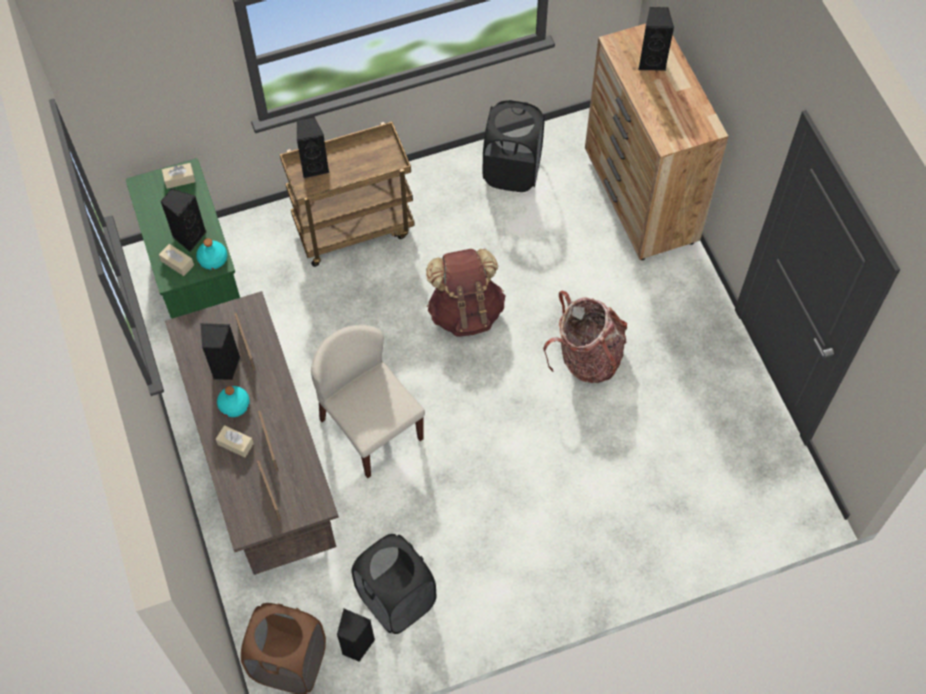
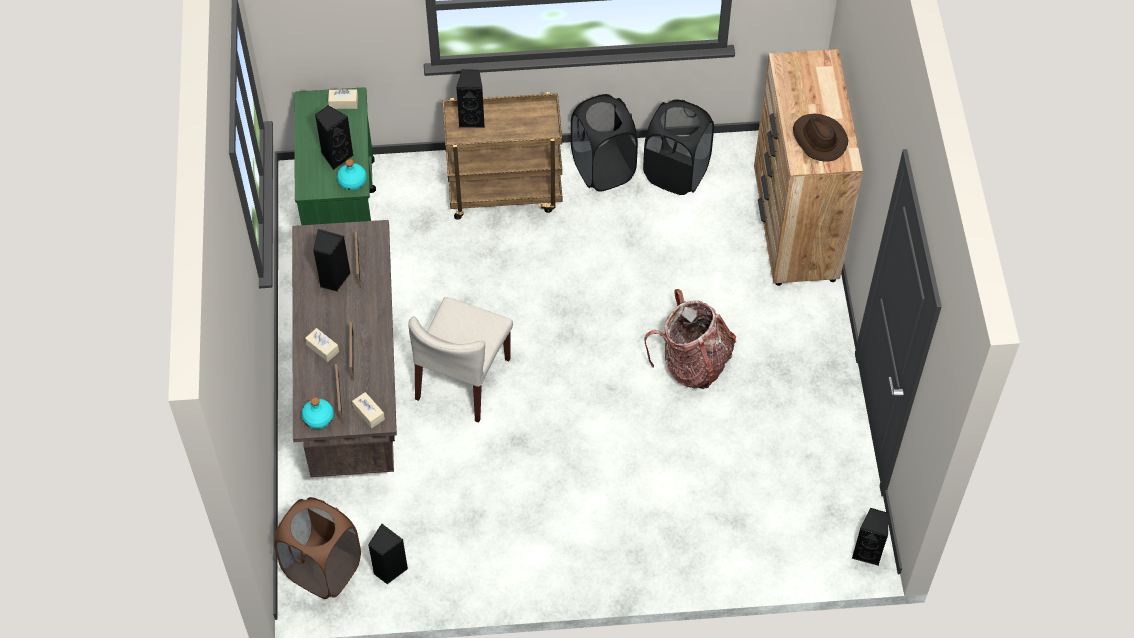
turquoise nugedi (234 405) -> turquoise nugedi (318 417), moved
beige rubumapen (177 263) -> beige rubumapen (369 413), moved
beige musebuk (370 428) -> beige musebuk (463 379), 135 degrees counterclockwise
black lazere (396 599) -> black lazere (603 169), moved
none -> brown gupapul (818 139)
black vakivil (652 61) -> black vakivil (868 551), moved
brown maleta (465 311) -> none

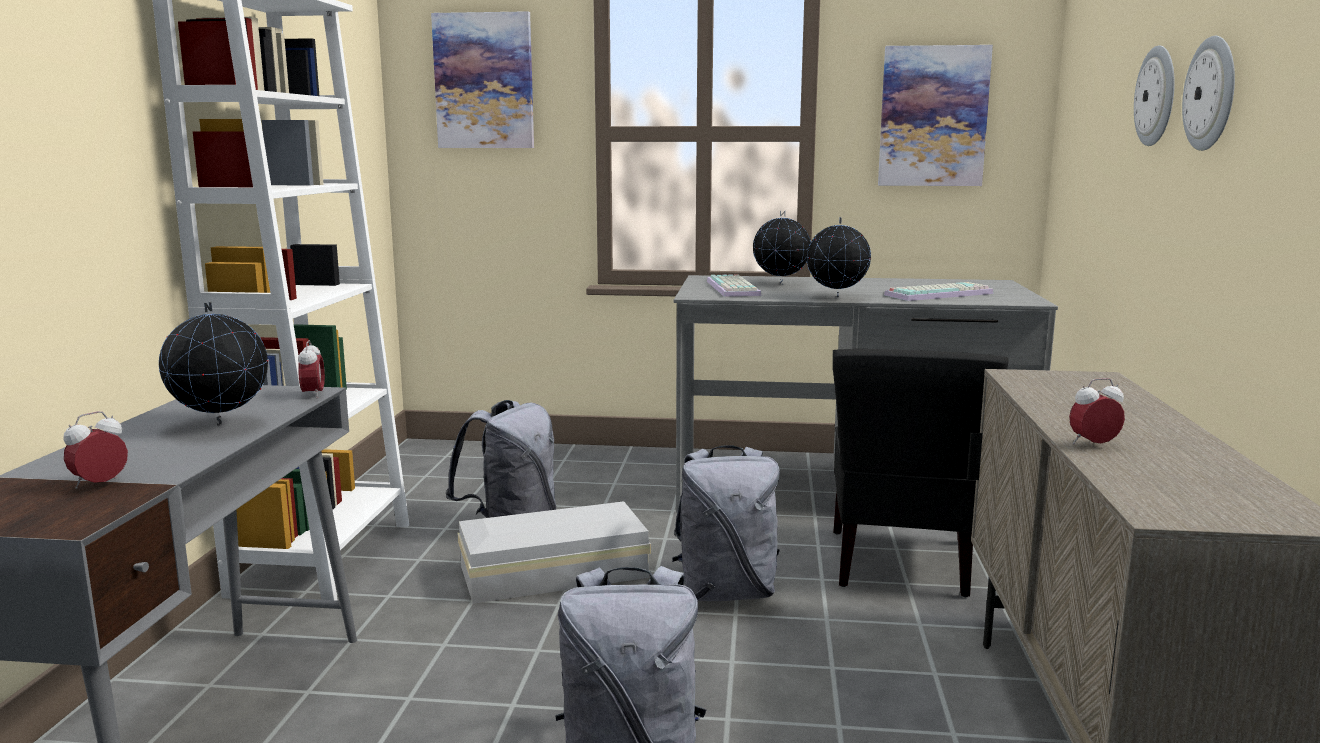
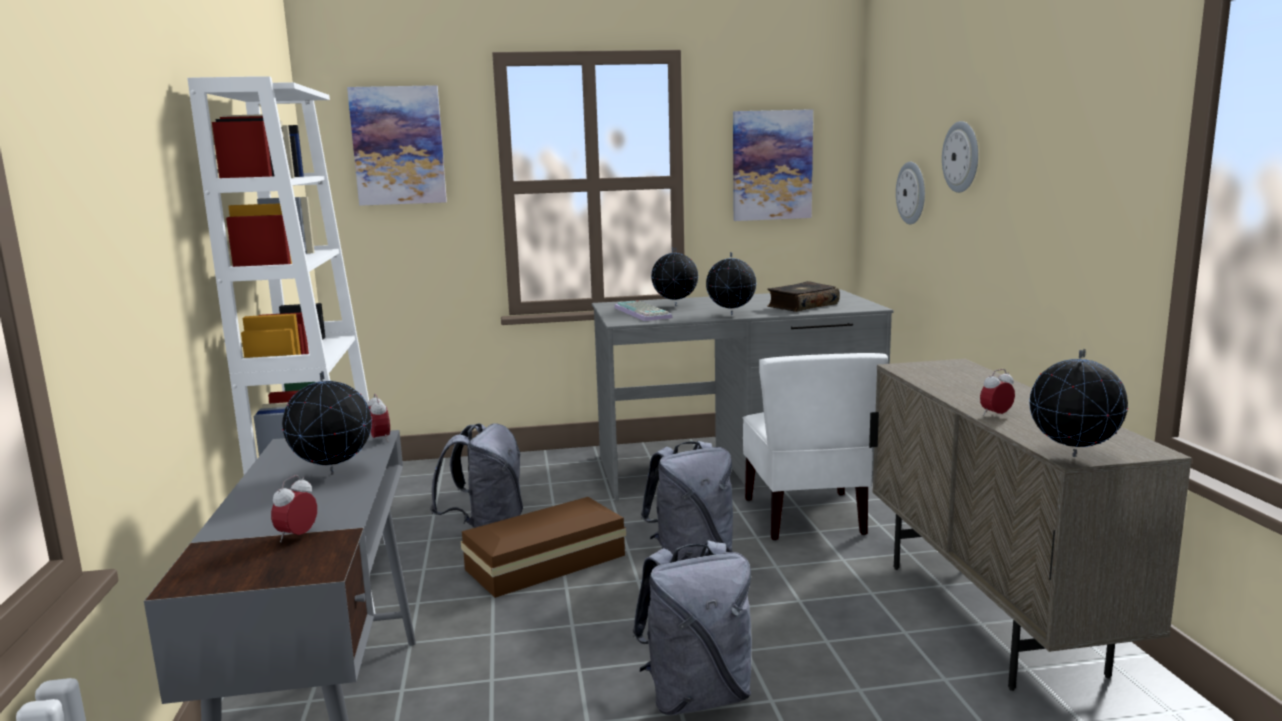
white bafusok (557 572) -> brown bafusok (548 562)
black musebuk (900 563) -> white musebuk (806 516)
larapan (938 294) -> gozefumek (801 306)
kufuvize (1211 94) -> kufuvize (912 193), moved
none -> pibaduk (1072 456)

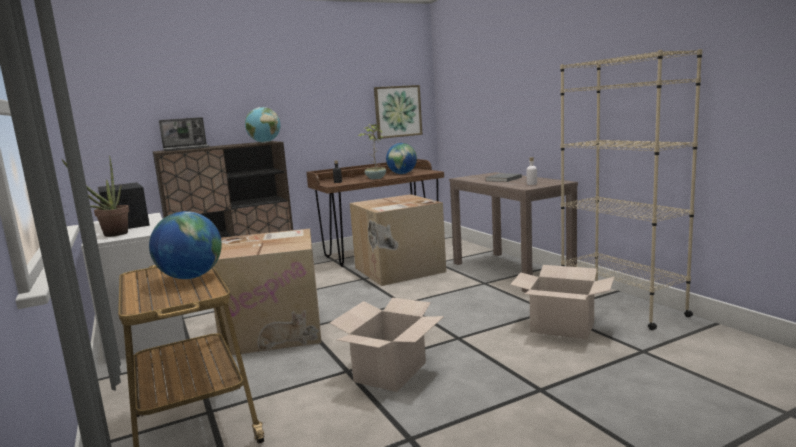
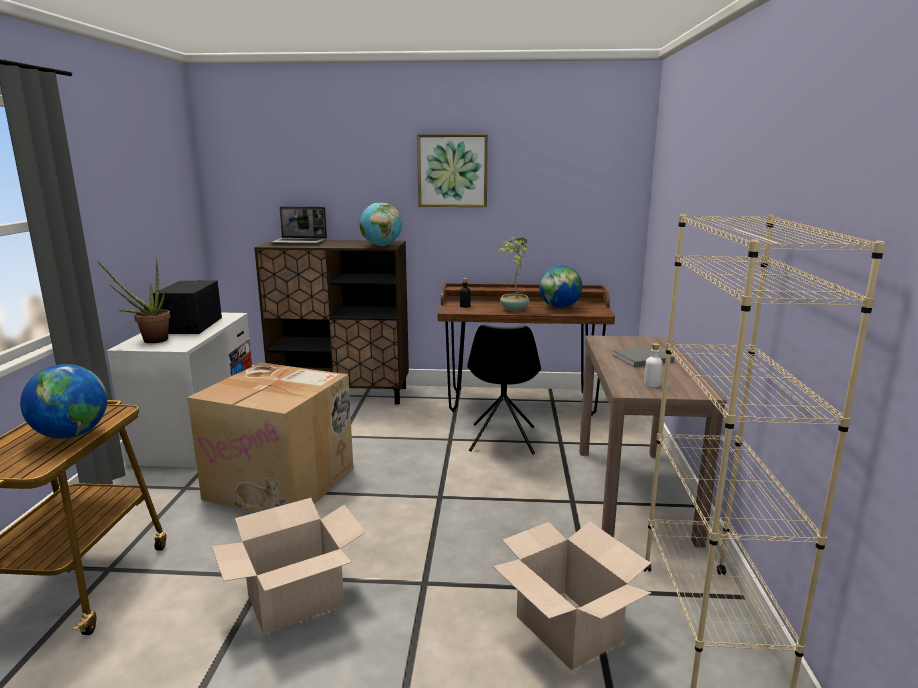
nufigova (397 111) -> nufigova (452 171), moved
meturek (398 270) -> black musebuk (502 440)

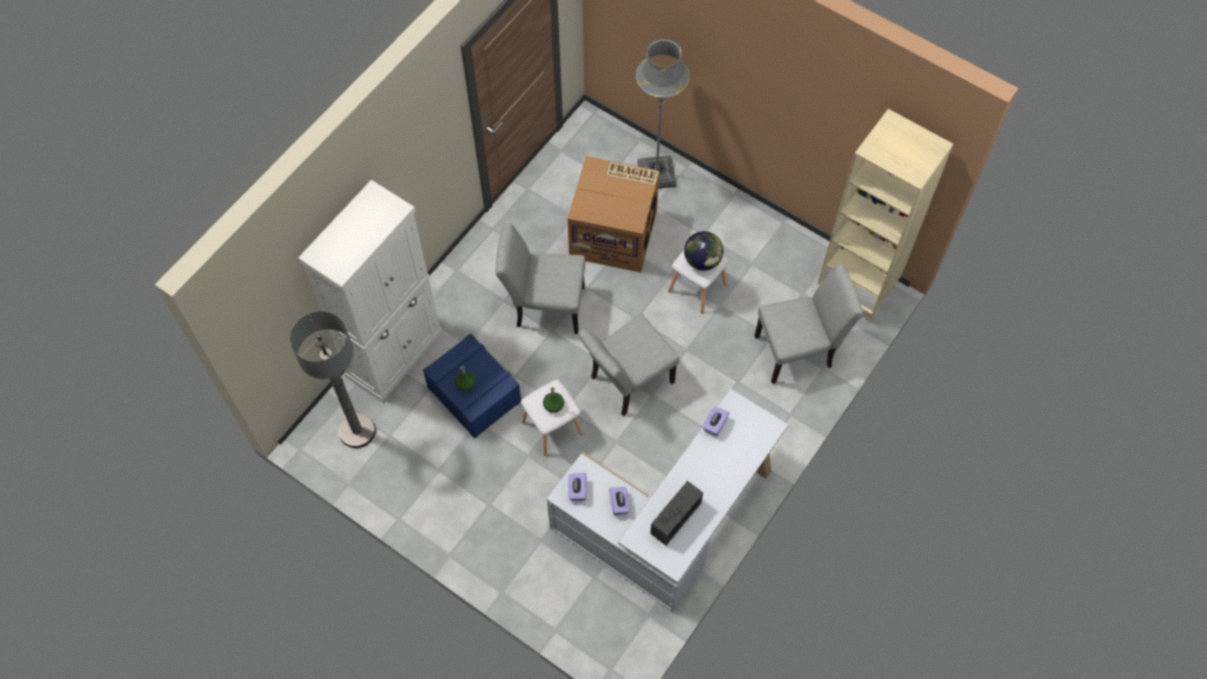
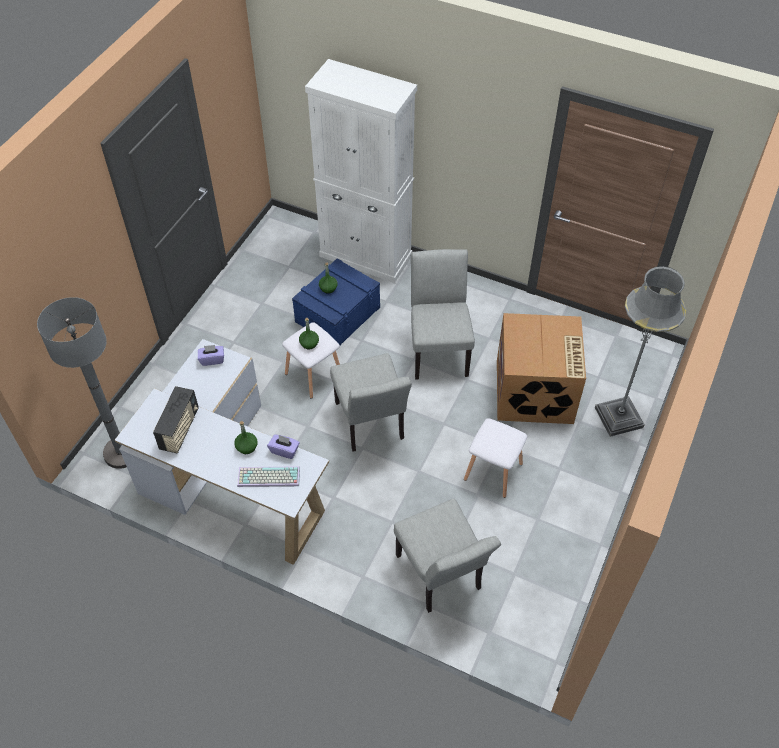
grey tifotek (357 431) -> grey tifotek (122 453), moved
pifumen (675 518) -> pifumen (180 429), 75 degrees clockwise
none -> green nugedi (247 447)
none -> larapan (268 478)
grey musebuk (626 383) -> grey musebuk (371 425), 150 degrees counterclockwise
purple rubumapen (619 504) -> none
pibaduk (702 261) -> none
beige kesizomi (857 289) -> none

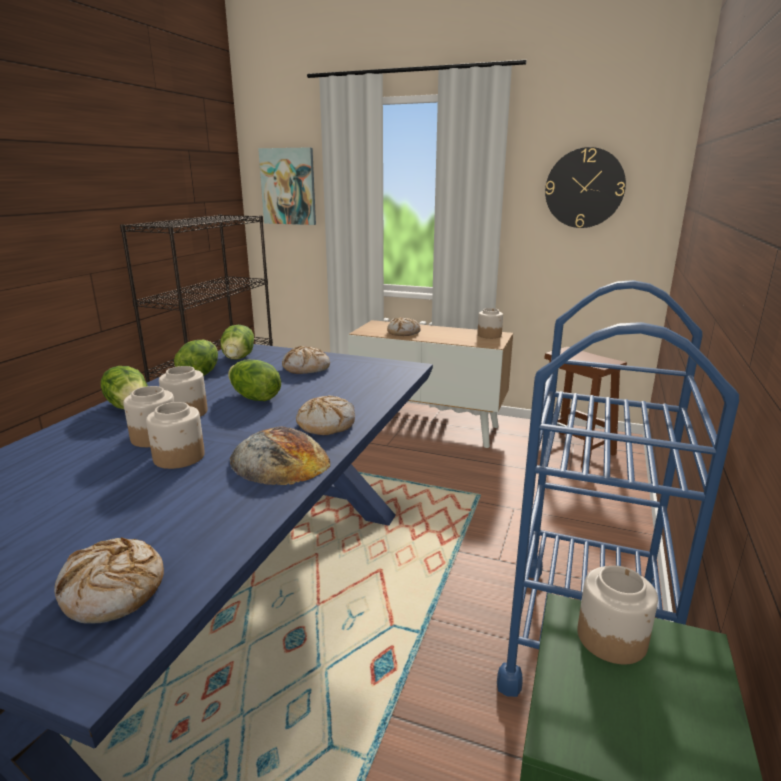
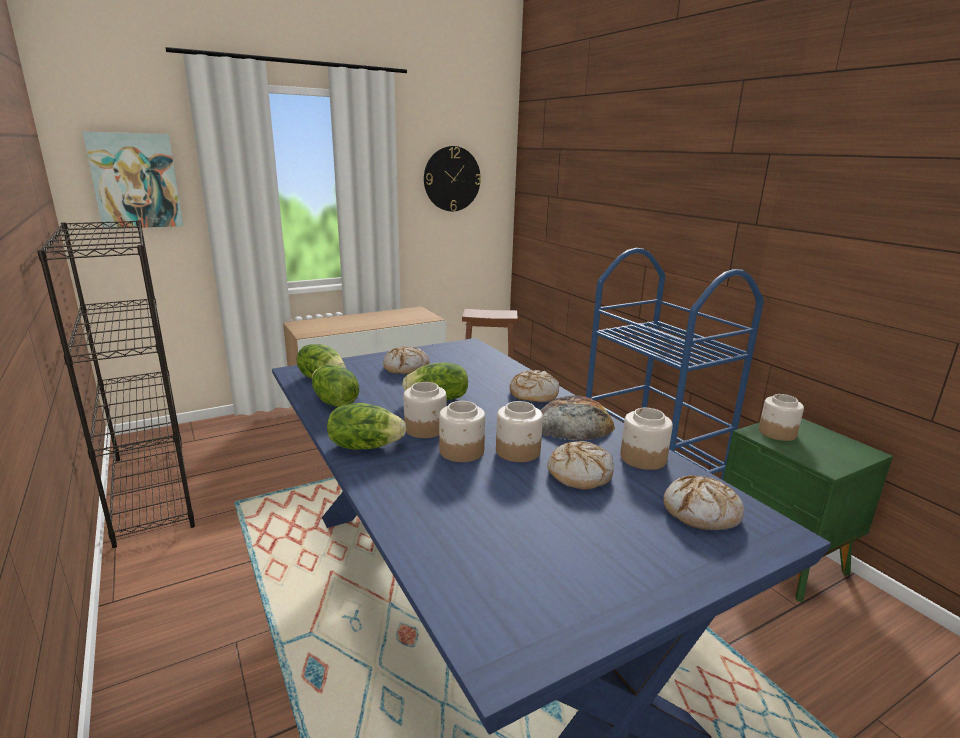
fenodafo (403 333) -> fenodafo (579 473), moved
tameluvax (489 335) -> tameluvax (642 458), moved

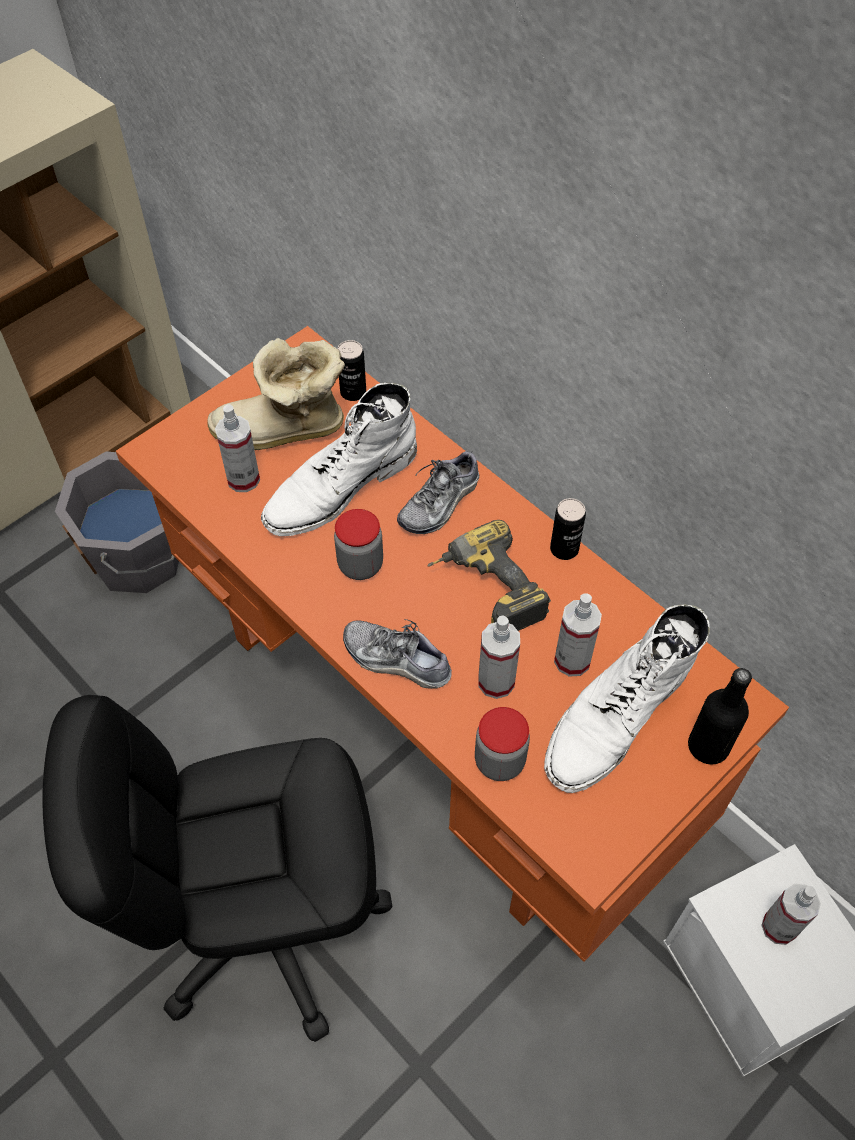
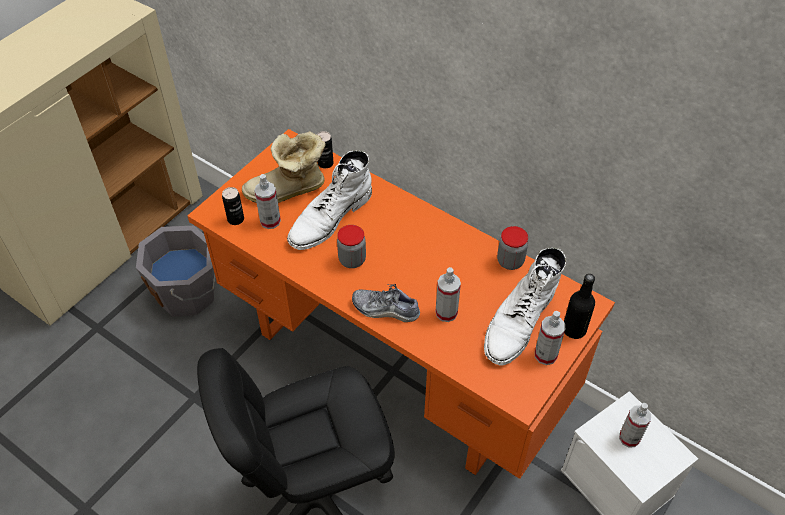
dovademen (564 549) -> dovademen (235 219), moved
tameluvax (499 761) -> tameluvax (510 261), moved
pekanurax (572 660) -> pekanurax (545 355), moved
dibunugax (440 503) -> none
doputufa (485 591) -> none

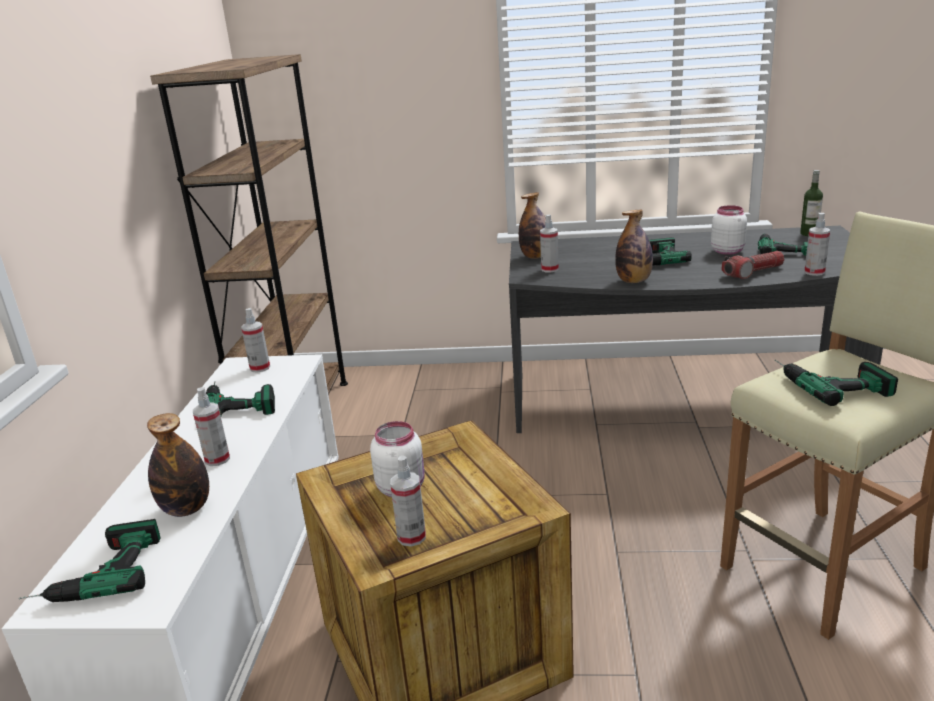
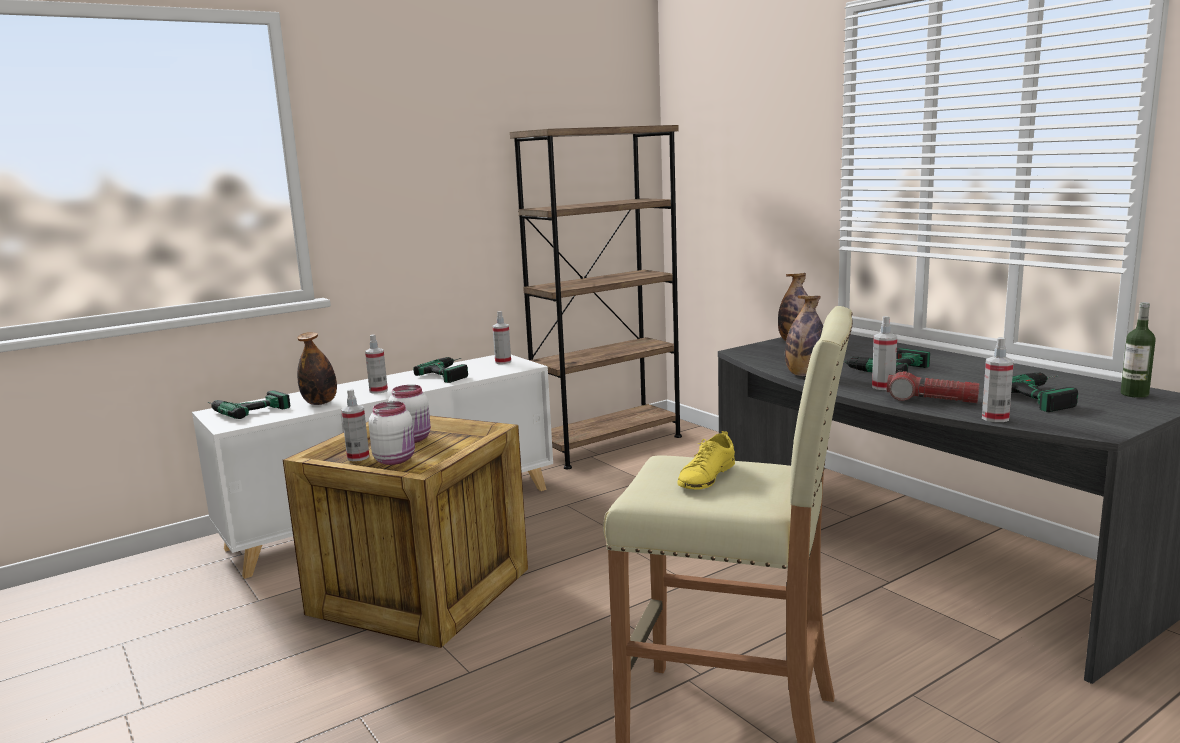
white tameluvax (727 251) -> white tameluvax (395 460), moved
doputufa (828 382) -> yellow dibunugax (706 476)
pekanurax (549 269) -> pekanurax (883 387), moved

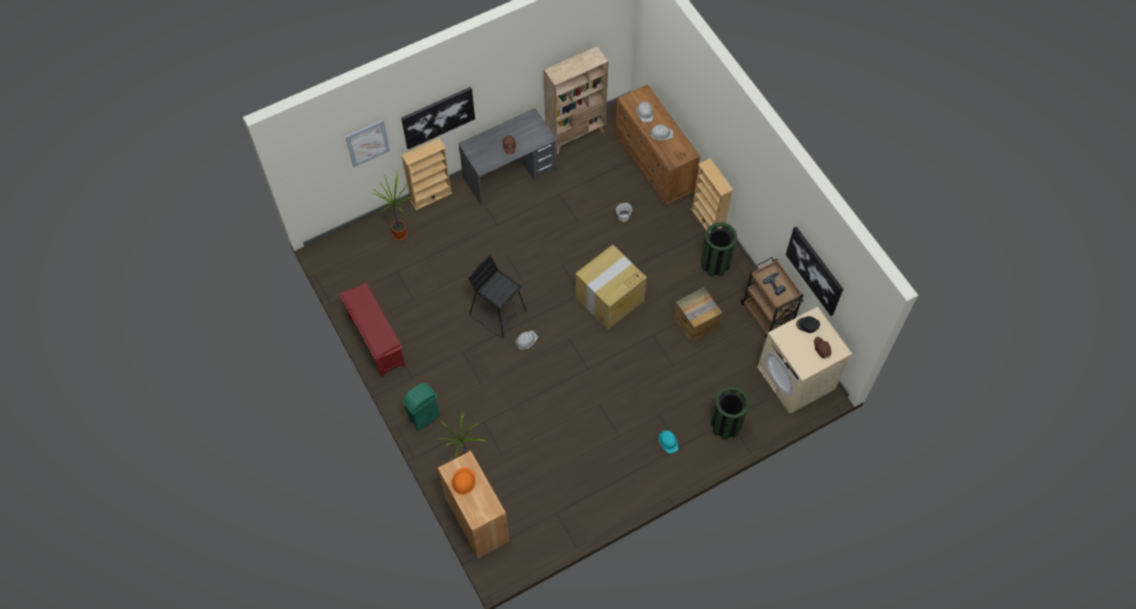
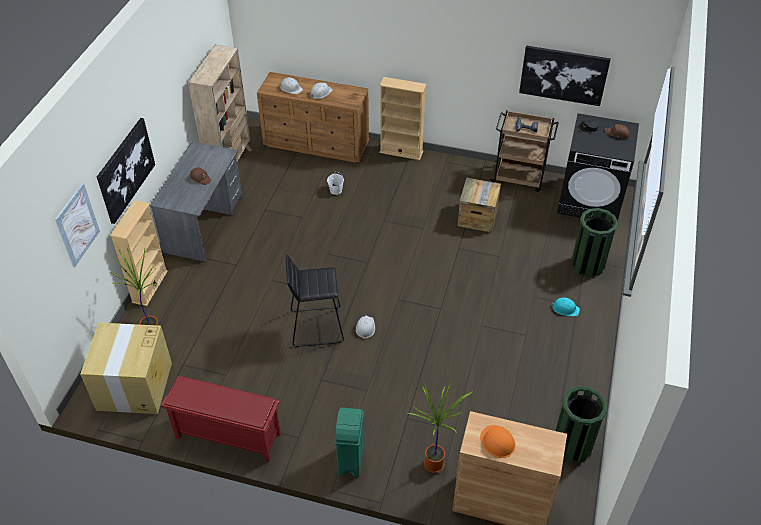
meturek (609 299) -> meturek (134 387), moved
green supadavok (715 264) -> green supadavok (572 445), moved
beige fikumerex (796 378) -> black fikumerex (590 200)

